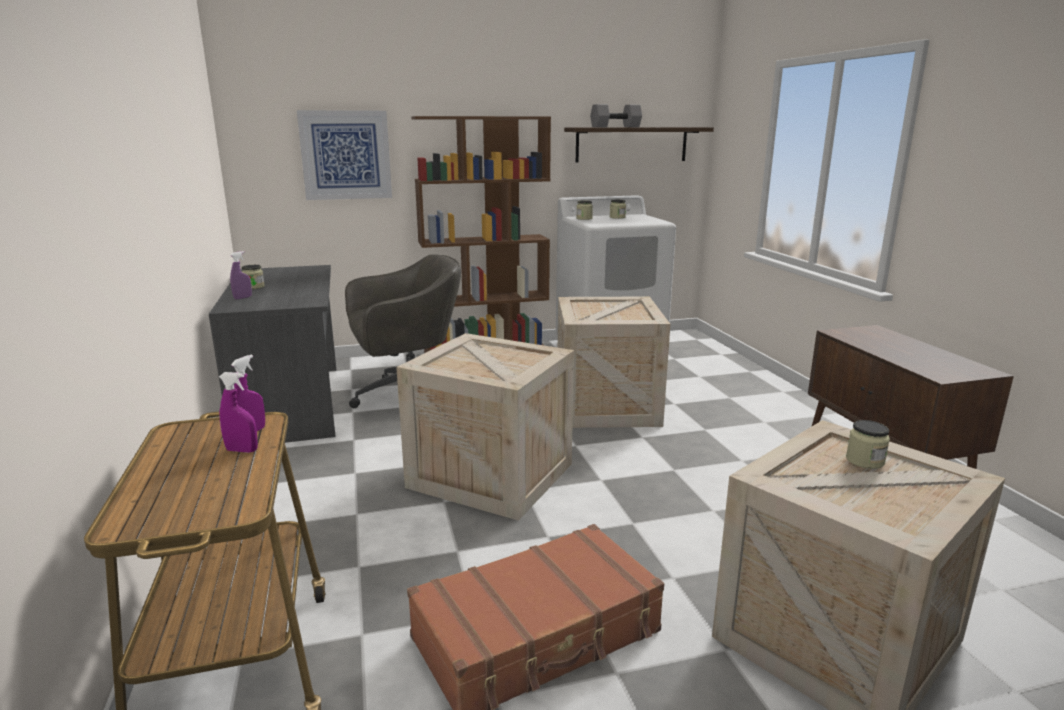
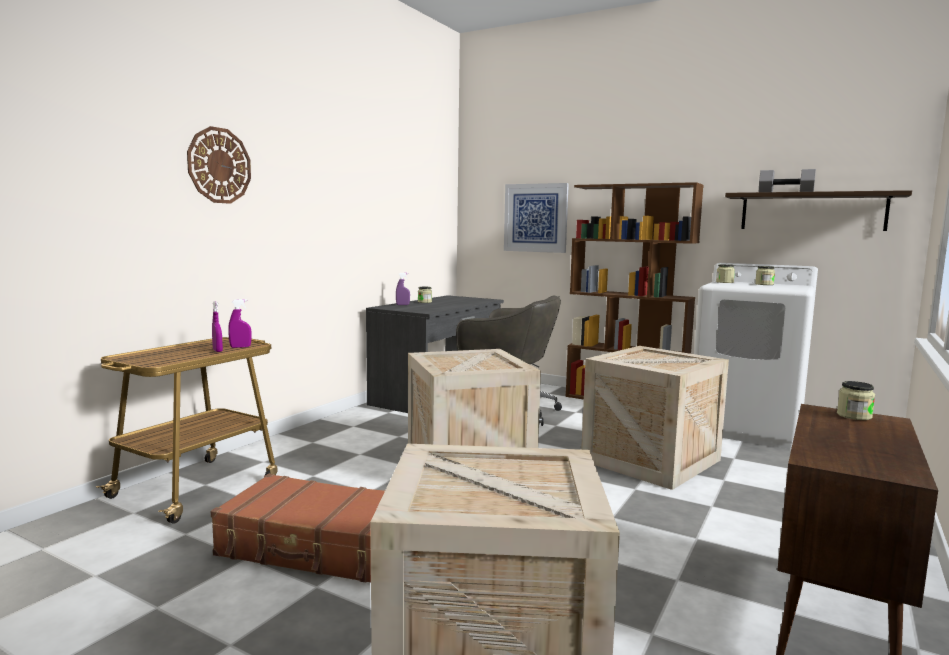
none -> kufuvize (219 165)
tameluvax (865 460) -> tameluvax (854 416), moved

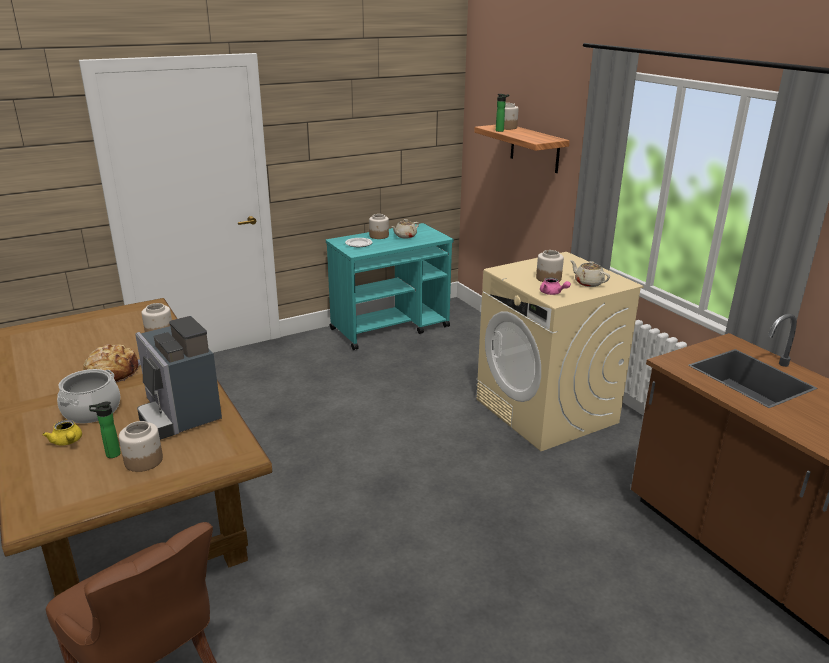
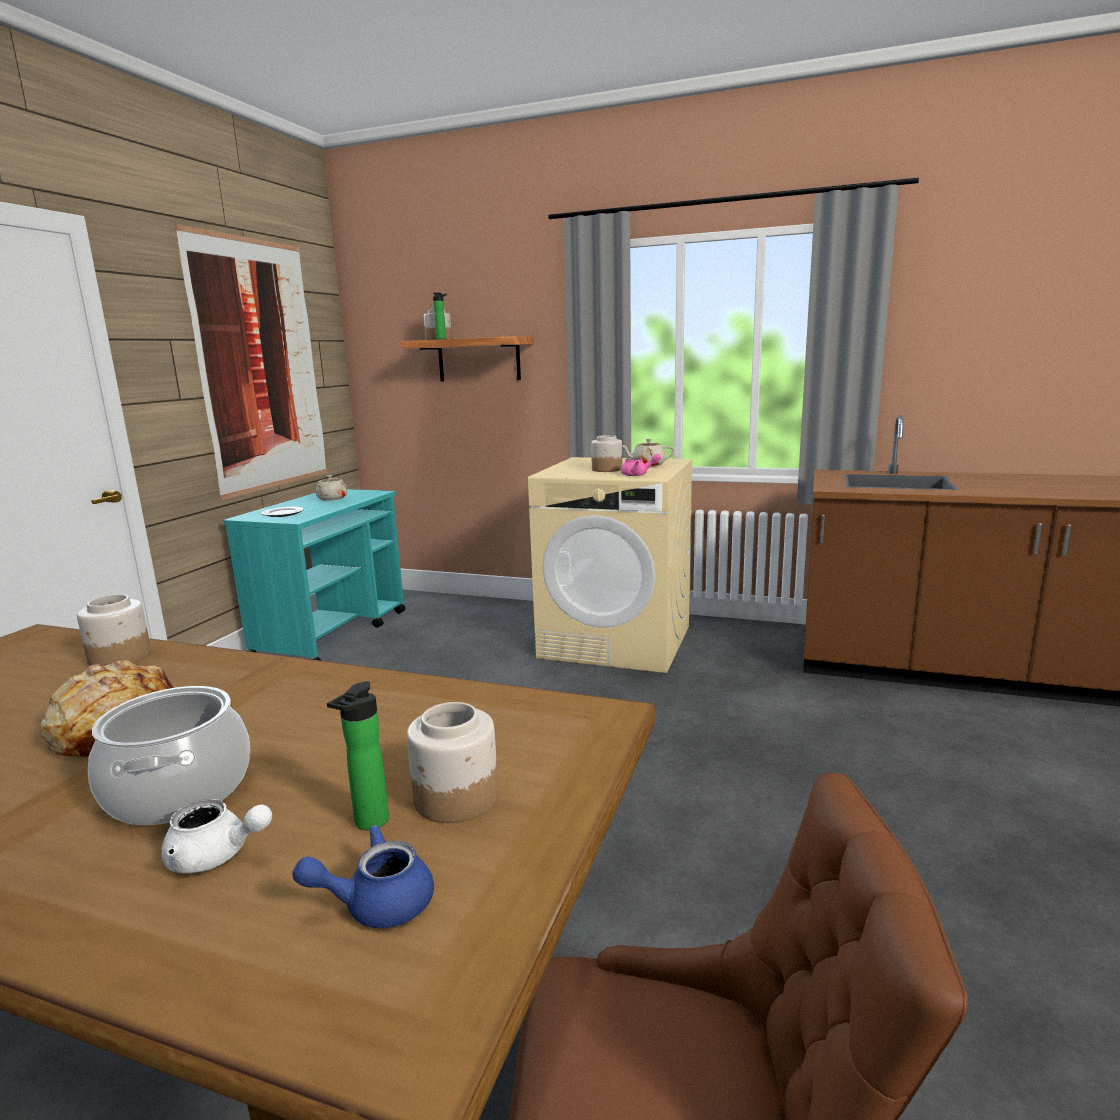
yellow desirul (67 442) -> white desirul (216 856)
none -> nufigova (261 366)
none -> blue desirul (376 903)
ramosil (179 414) -> none
tameluvax (379 236) -> none

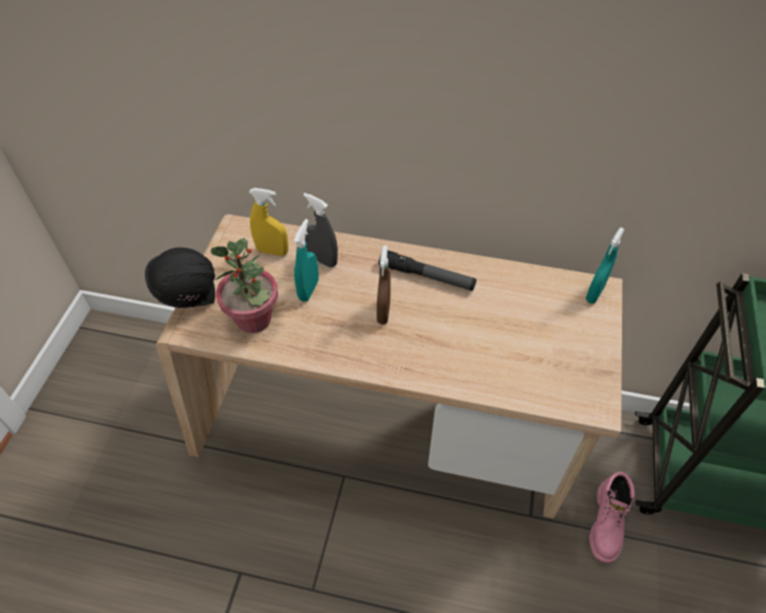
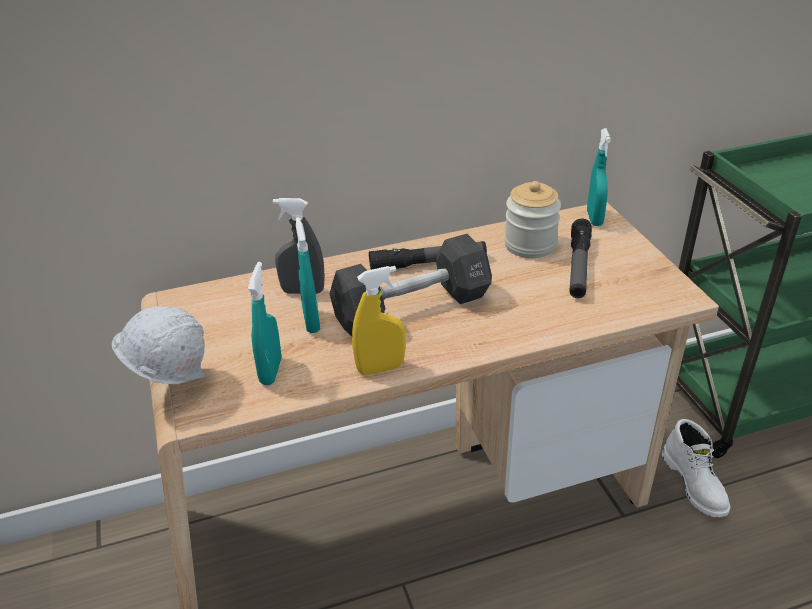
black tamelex (190 298) -> white tamelex (170 384)
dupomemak (254 319) -> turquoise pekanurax (271 371)
brown pekanurax (383 312) -> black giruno (412 308)
yellow pekanurax (272 251) -> yellow pekanurax (380 368), moved
none -> tameluvax (530 245)
none -> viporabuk (578 266)
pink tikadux (607 523) -> white tikadux (695 483)

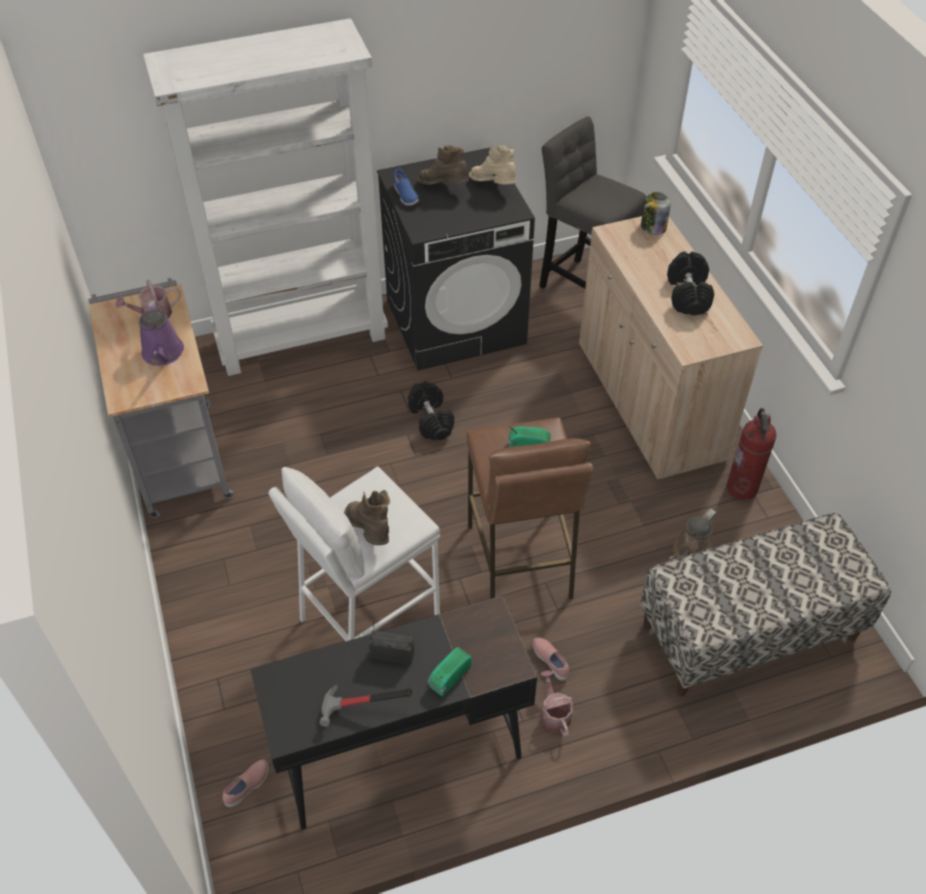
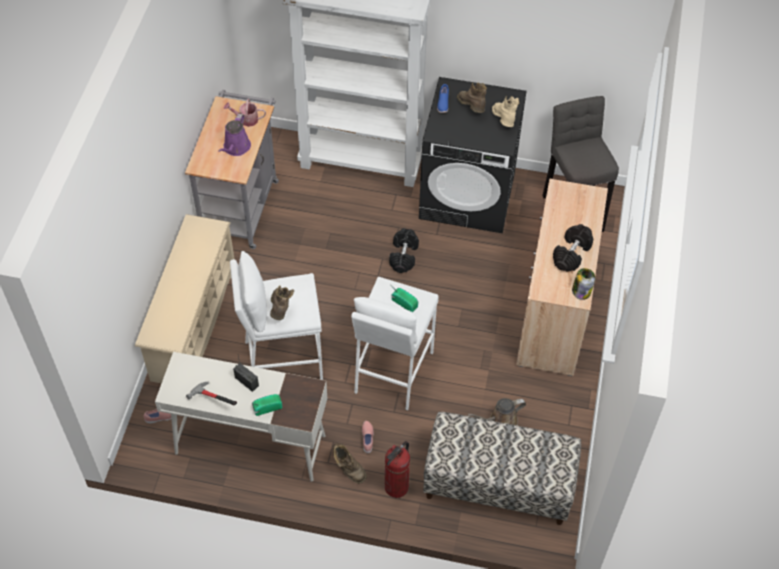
none -> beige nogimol (192 323)
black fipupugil (400 755) -> white fipupugil (249 444)
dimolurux (554 714) -> brown tikadux (348 468)
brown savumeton (519 561) -> white savumeton (392 372)
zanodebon (742 488) -> zanodebon (396 487), moved
tameluvax (653 227) -> tameluvax (581 291), moved

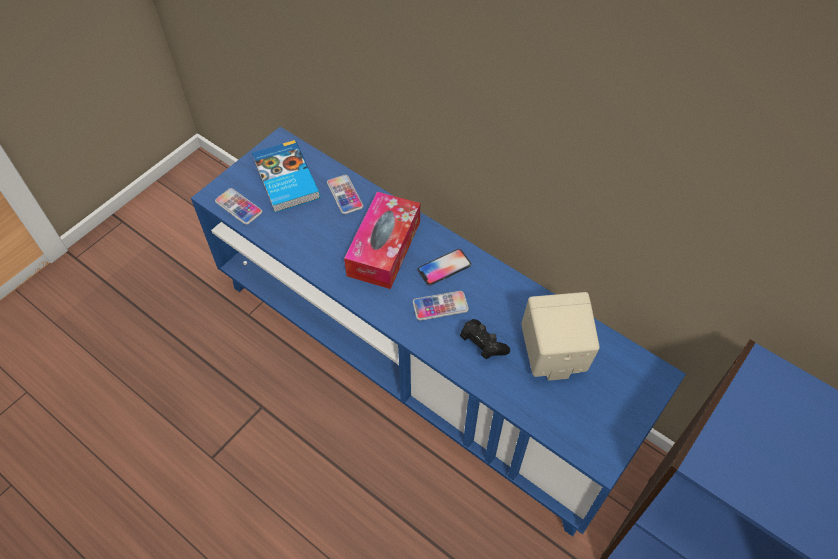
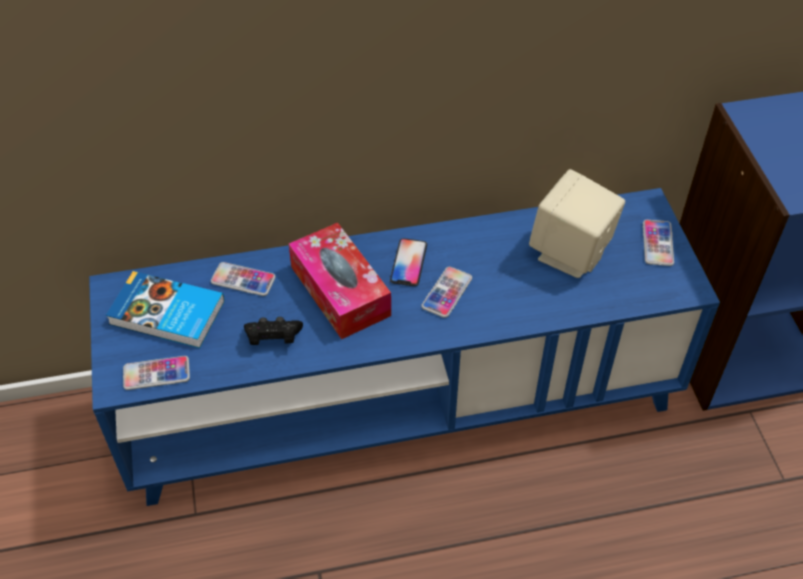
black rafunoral (482 344) -> black rafunoral (273 339), moved
none -> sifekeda (657 243)

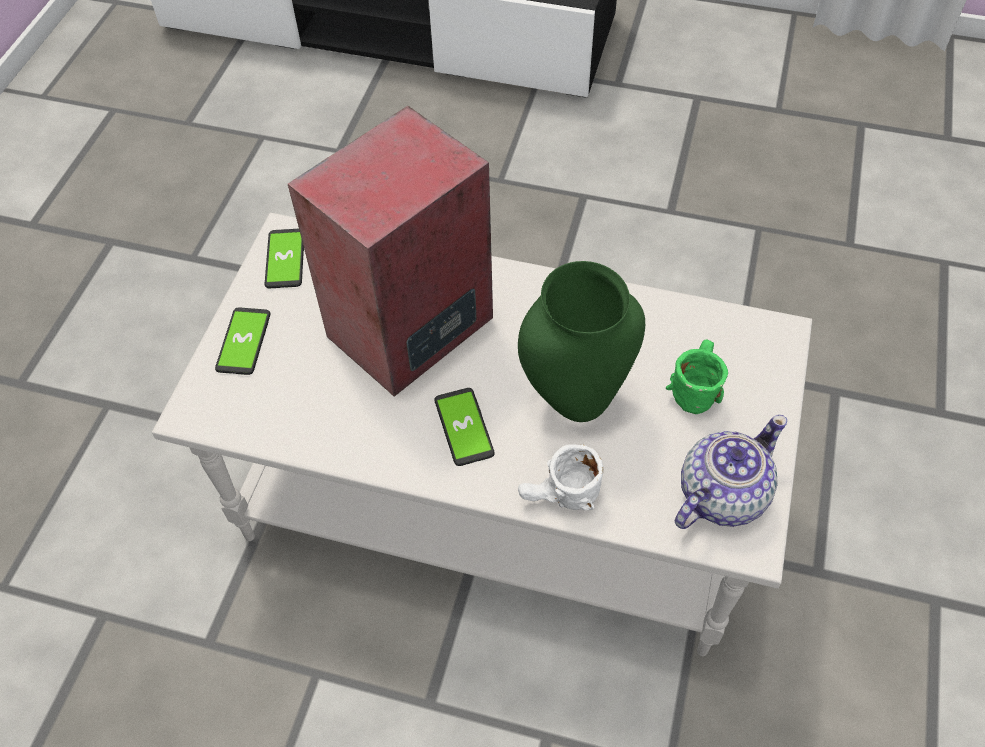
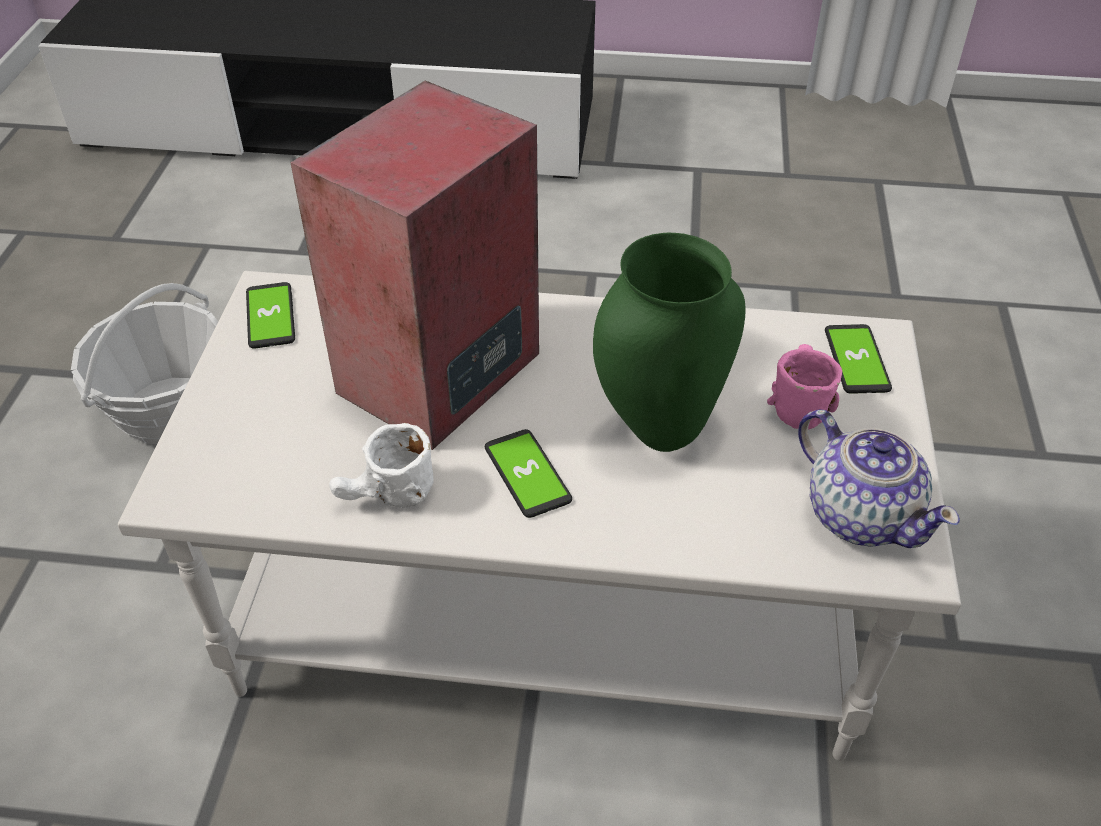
none -> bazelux (170 410)
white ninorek (560 499) -> white ninorek (386 498), moved
green ninorek (693 385) -> pink ninorek (795 400)
desirul (720 495) -> desirul (860 514), 105 degrees clockwise
sifekeda (244 342) -> sifekeda (856 360), moved

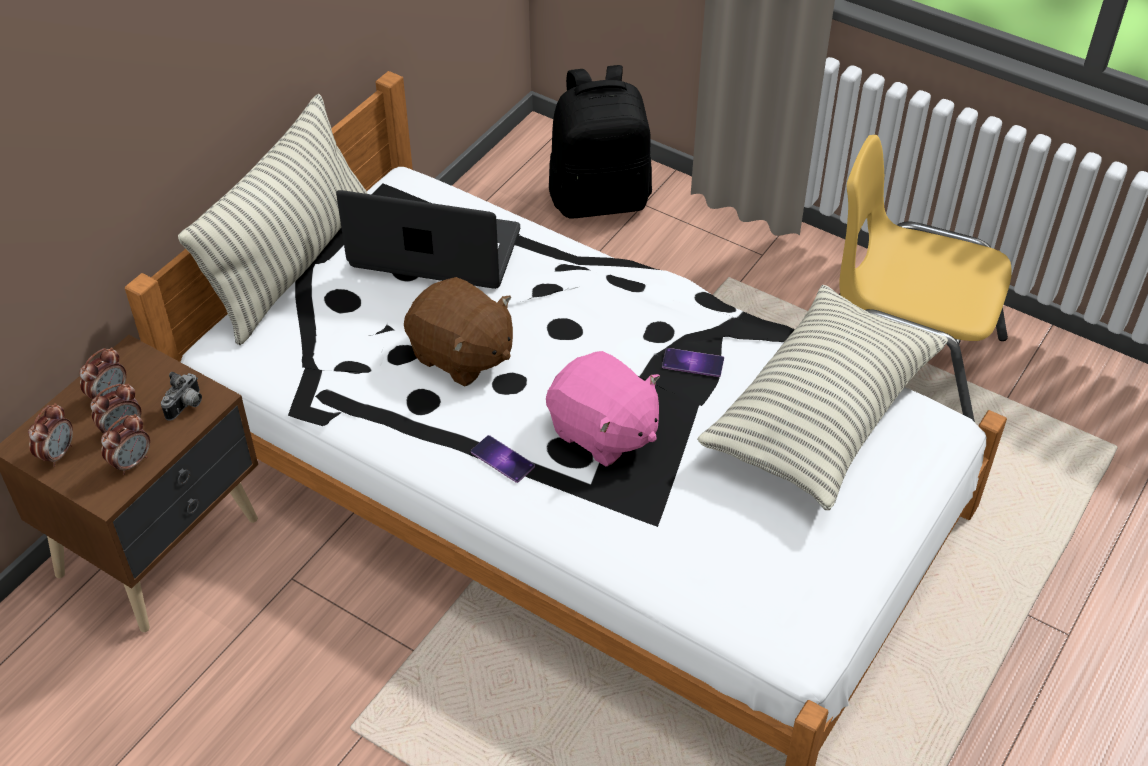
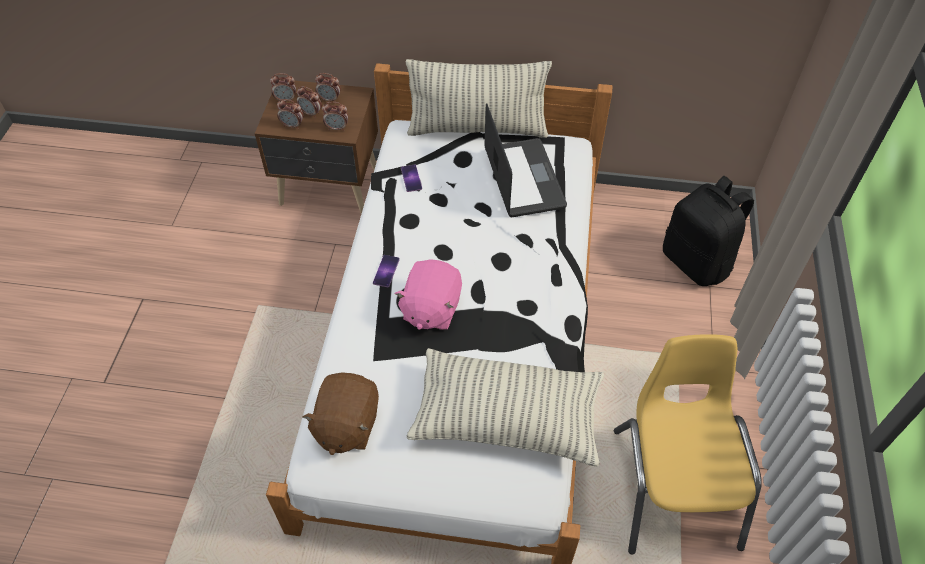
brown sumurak (461 355) -> brown sumurak (346 425), moved
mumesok (187 406) -> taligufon (337 128)
sifekeda (693 363) -> sifekeda (411 178), moved

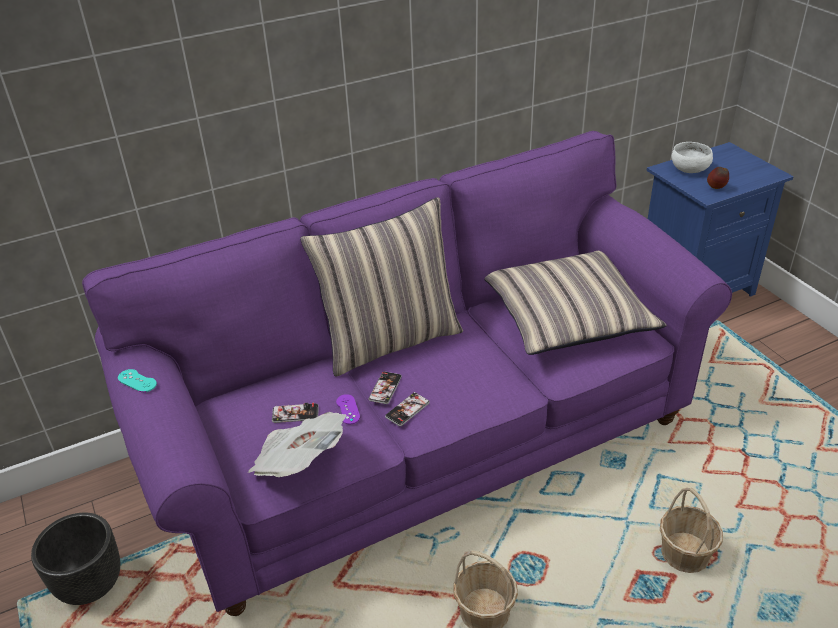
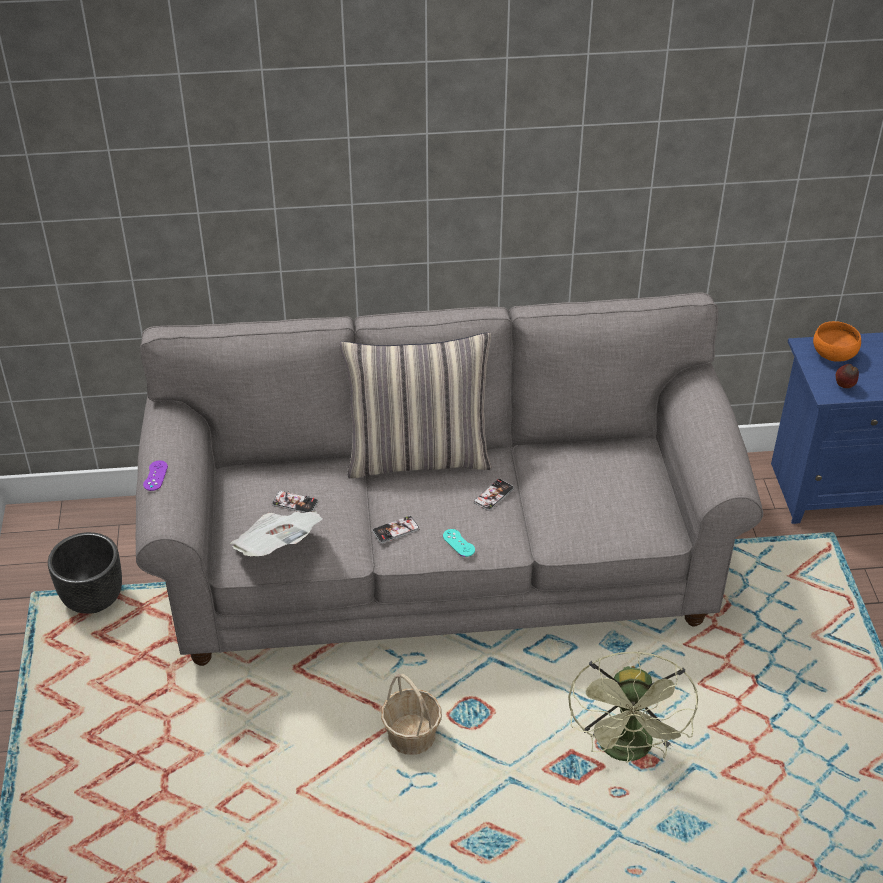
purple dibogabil (424 441) -> grey dibogabil (441 565)
purple rafunoral (348 409) -> purple rafunoral (155 476), moved
turquoise rafunoral (137 381) -> turquoise rafunoral (458 543), moved
sifekeda (385 388) -> sifekeda (493 495), moved
bazelux (685 553) -> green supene (627 751)
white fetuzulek (689 169) -> orange fetuzulek (833 354)
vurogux (568 316) -> none

